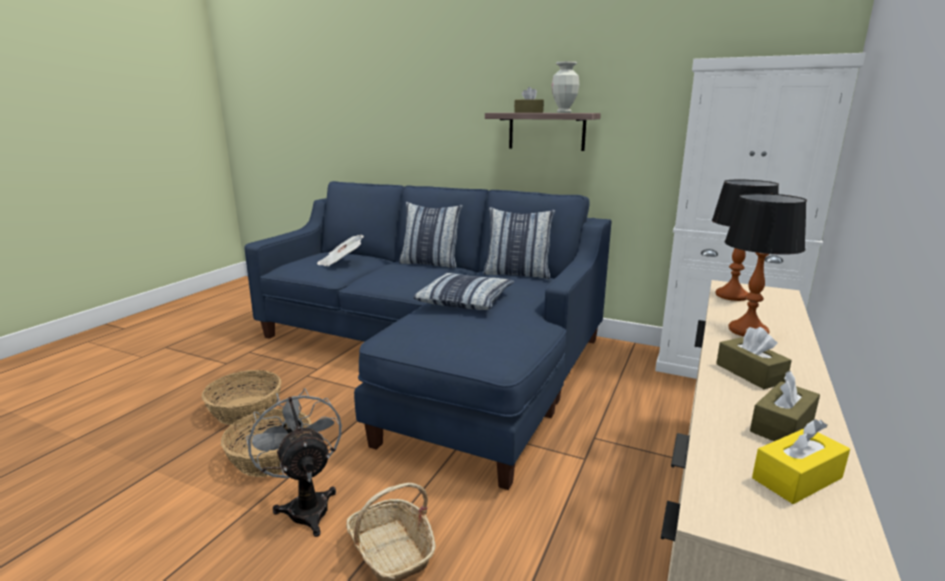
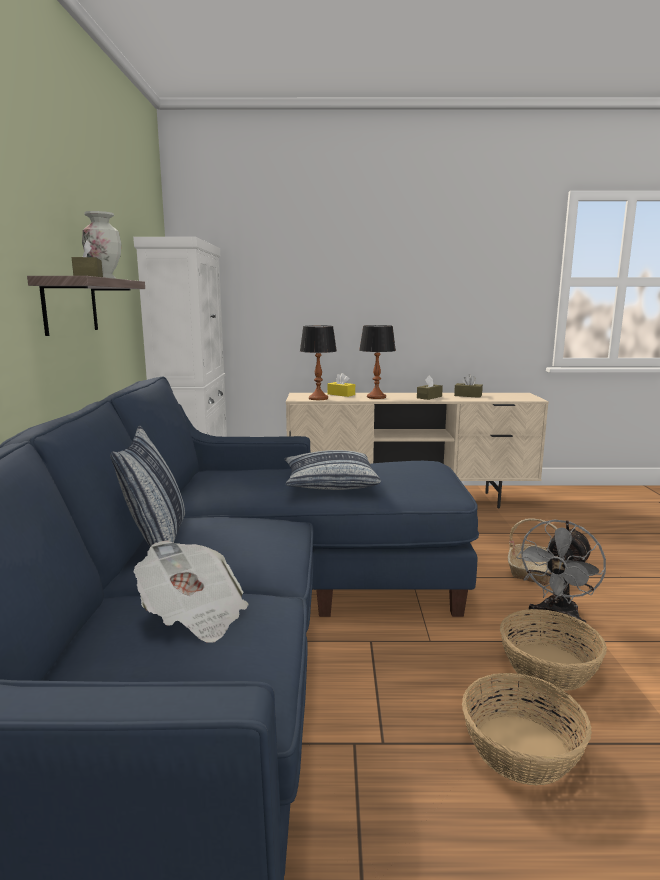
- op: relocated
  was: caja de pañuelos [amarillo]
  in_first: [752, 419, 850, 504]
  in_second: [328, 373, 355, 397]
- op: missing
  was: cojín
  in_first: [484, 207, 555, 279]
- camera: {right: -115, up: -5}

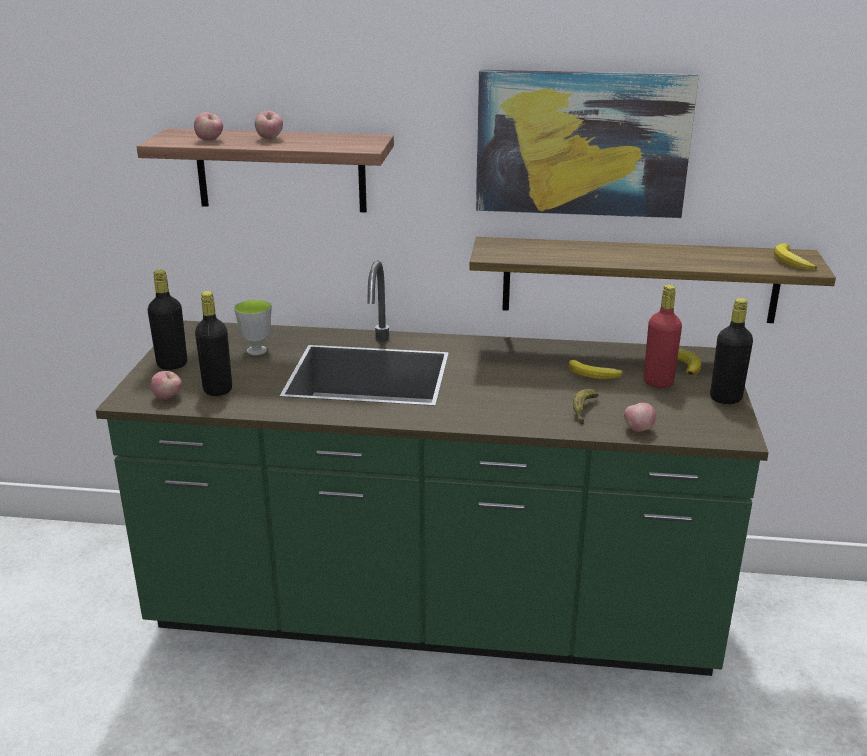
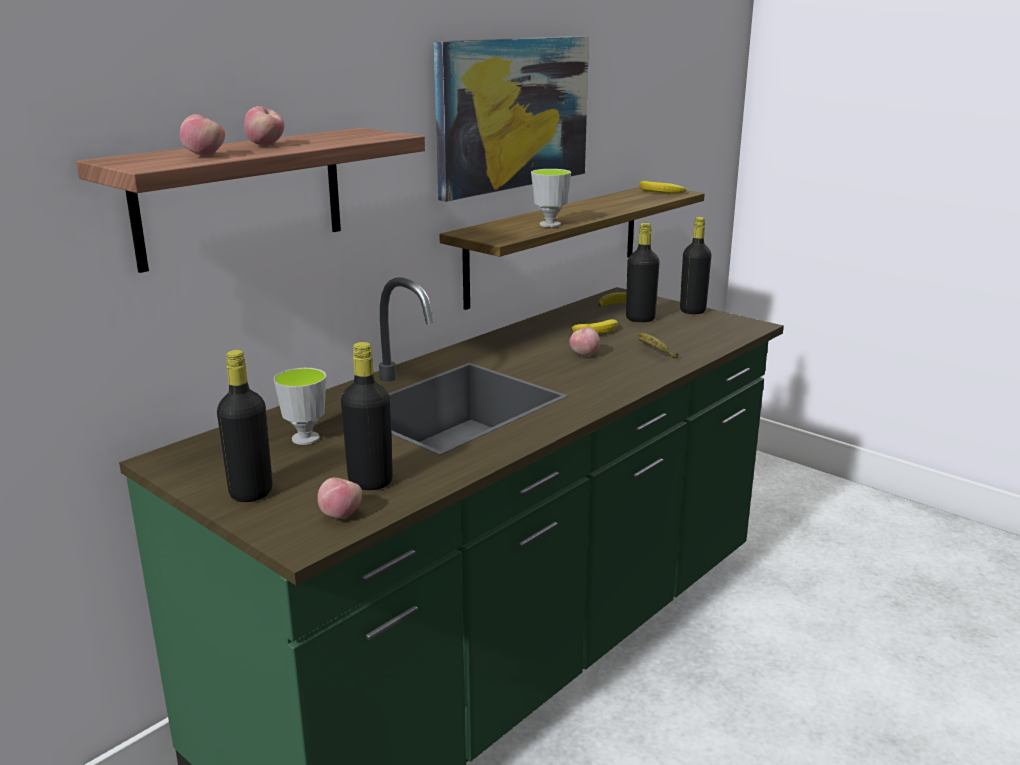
- op: appeared
  now: taza
  in_second: [531, 169, 571, 227]
- op: relocated
  was: manzana
  in_first: [624, 403, 656, 432]
  in_second: [569, 327, 600, 356]
- op: colour
  was: botella [rojo]
  now: botella [negro]
  in_first: [644, 285, 682, 388]
  in_second: [626, 223, 660, 322]
- camera: {right: -55, up: -5}

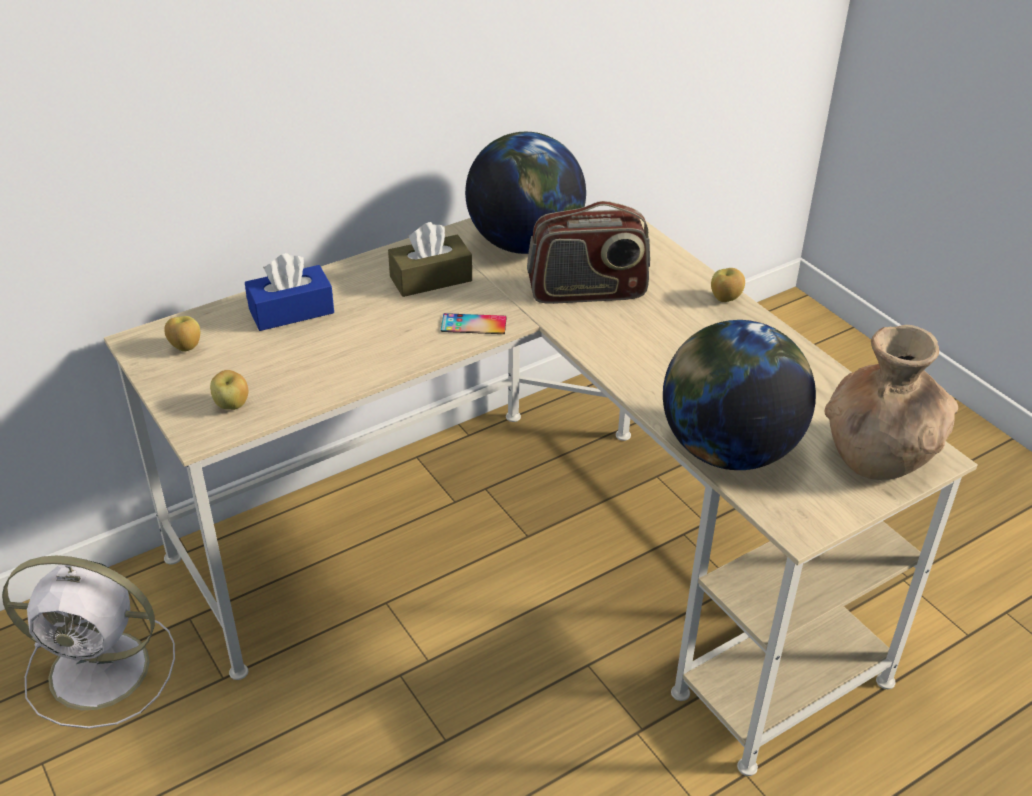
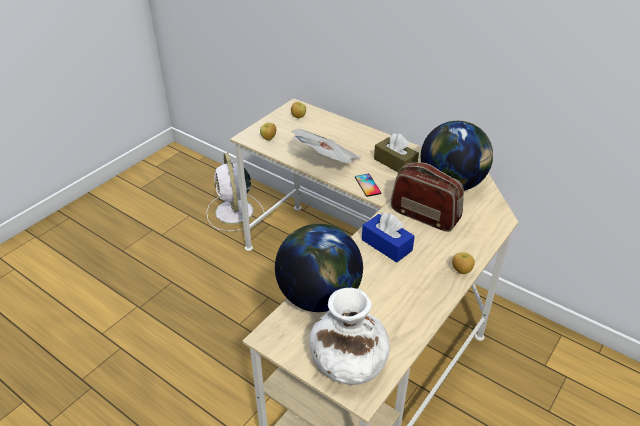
- op: appeared
  now: periódico
  in_second: [291, 129, 362, 163]
- op: colour
  was: florero [marrón]
  now: florero [blanco]
  in_first: [825, 325, 958, 480]
  in_second: [309, 288, 390, 385]
- op: relocated
  was: caja de pañuelos [azul]
  in_first: [245, 253, 334, 331]
  in_second: [362, 212, 415, 263]
- op: spun
  was: radio
  in_first: [527, 201, 650, 304]
  in_second: [391, 162, 464, 232]
  clockwise: 150
- camera: {right: 70, up: 0}

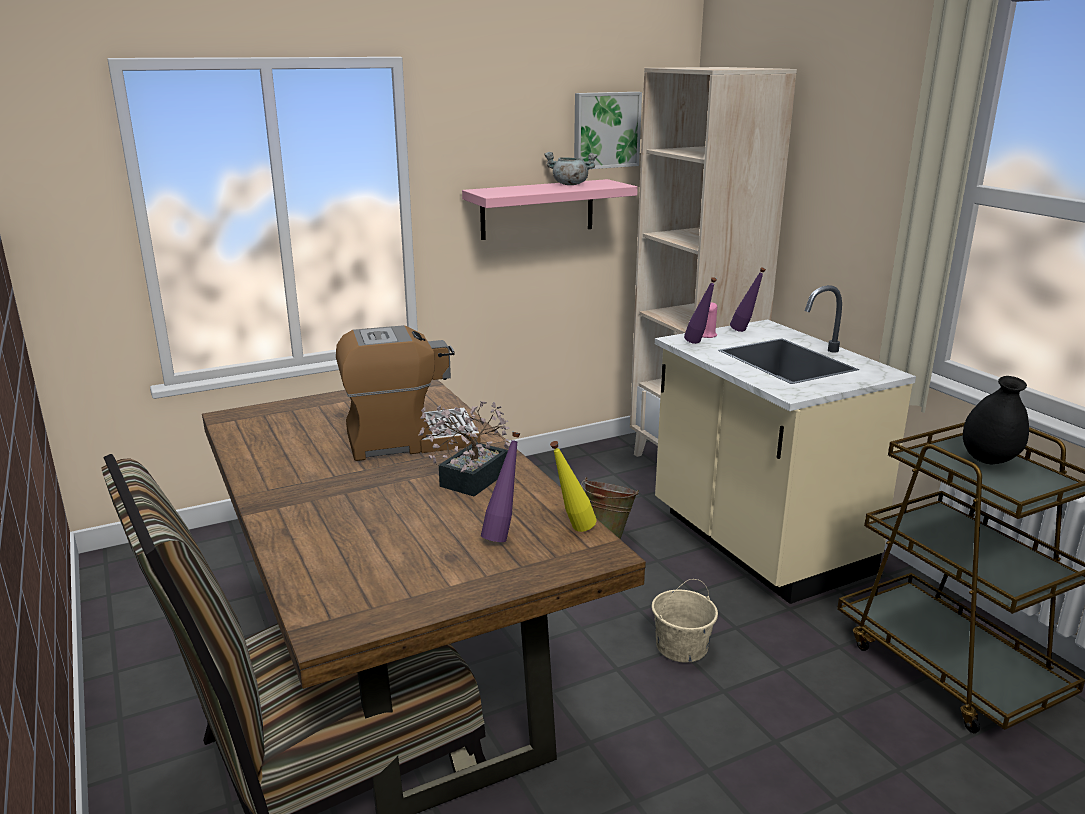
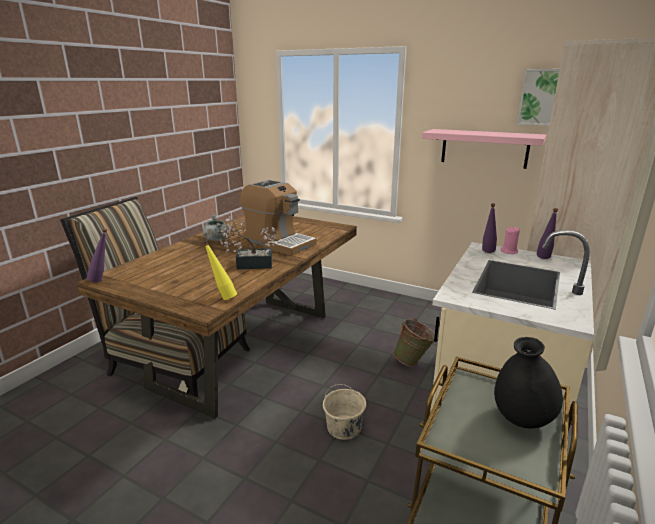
- op: relocated
  was: botella [morado]
  in_first: [481, 432, 520, 542]
  in_second: [87, 229, 107, 282]
- op: relocated
  was: olla [gris]
  in_first: [544, 152, 597, 185]
  in_second: [203, 215, 229, 241]
- camera: {right: 55, up: 0}

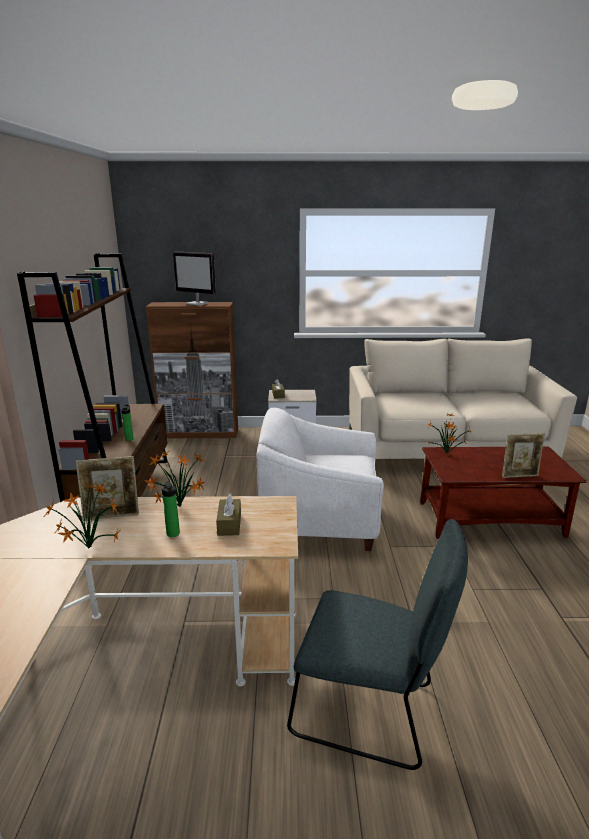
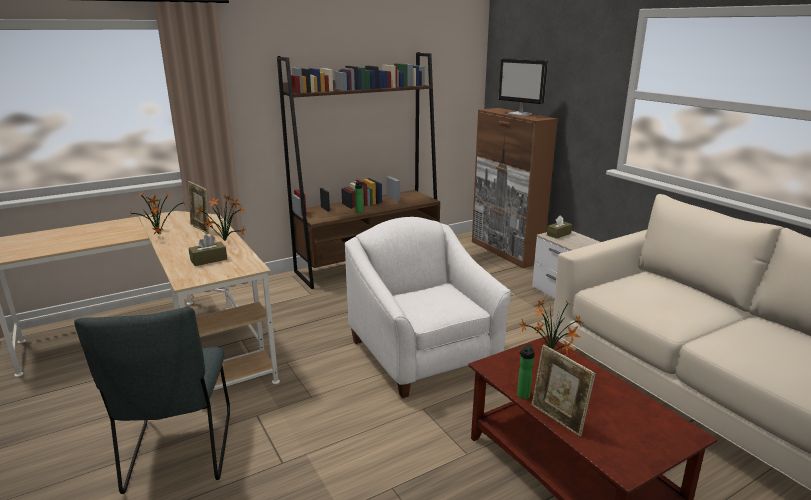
- op: spun
  was: monitor
  in_first: [173, 251, 216, 306]
  in_second: [498, 58, 548, 116]
  clockwise: -45
- op: relocated
  was: botella
  in_first: [162, 482, 180, 537]
  in_second: [517, 344, 535, 399]
- camera: {right: 60, up: 0}

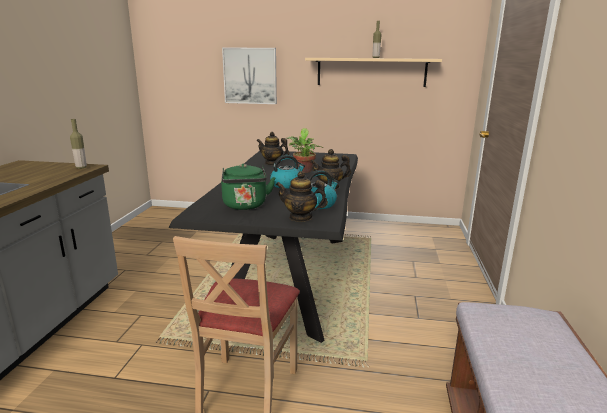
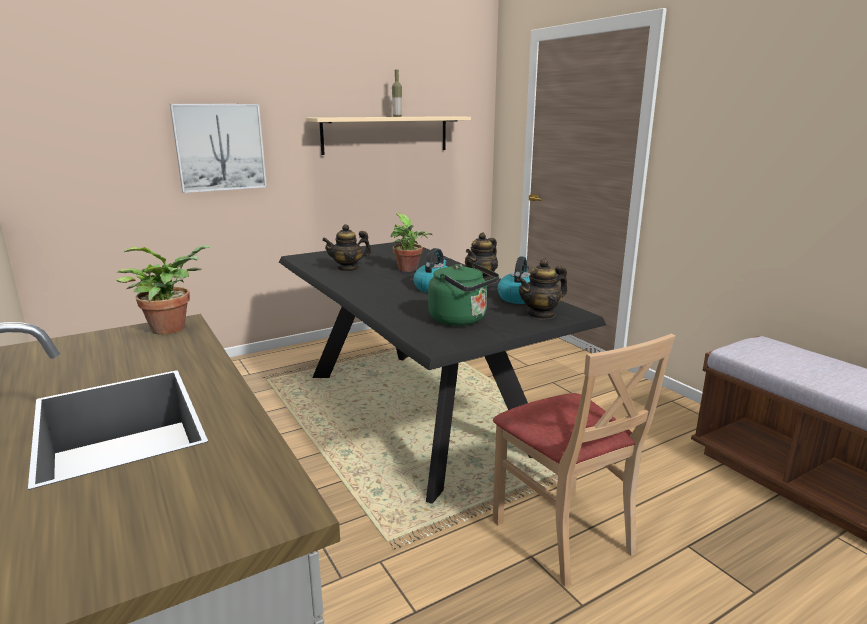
- op: exchanged
  was: botella
  now: planta en maceta
  in_first: [70, 119, 87, 169]
  in_second: [116, 245, 211, 335]
- camera: {right: -40, up: 0}

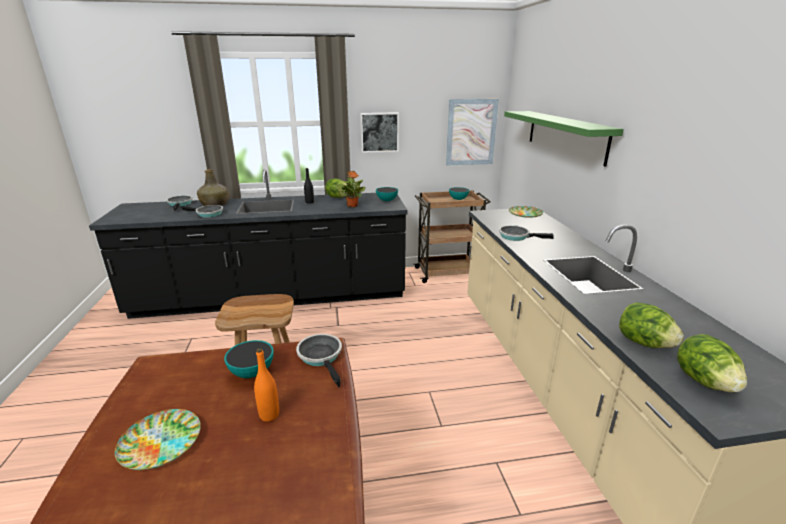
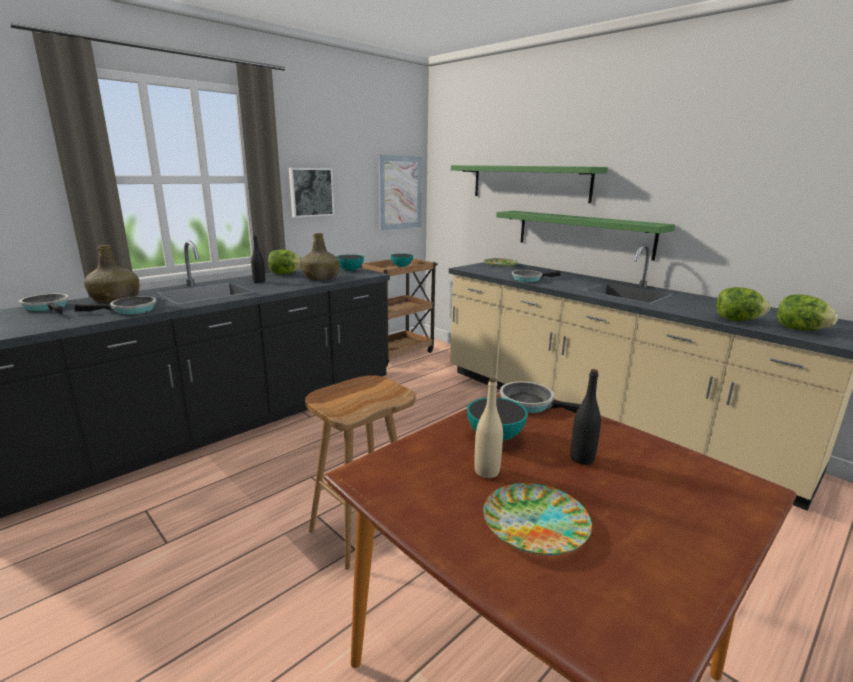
- op: exchanged
  was: planta en maceta
  now: botella [verde]
  in_first: [337, 171, 365, 207]
  in_second: [301, 233, 340, 280]
- op: appeared
  now: botella [beis]
  in_second: [474, 378, 503, 478]
- op: appeared
  now: estante [verde]
  in_second: [496, 211, 675, 261]
- op: colour
  was: botella [naranja]
  now: botella [negro]
  in_first: [254, 348, 279, 422]
  in_second: [570, 369, 601, 465]
- camera: {right: -35, up: -5}

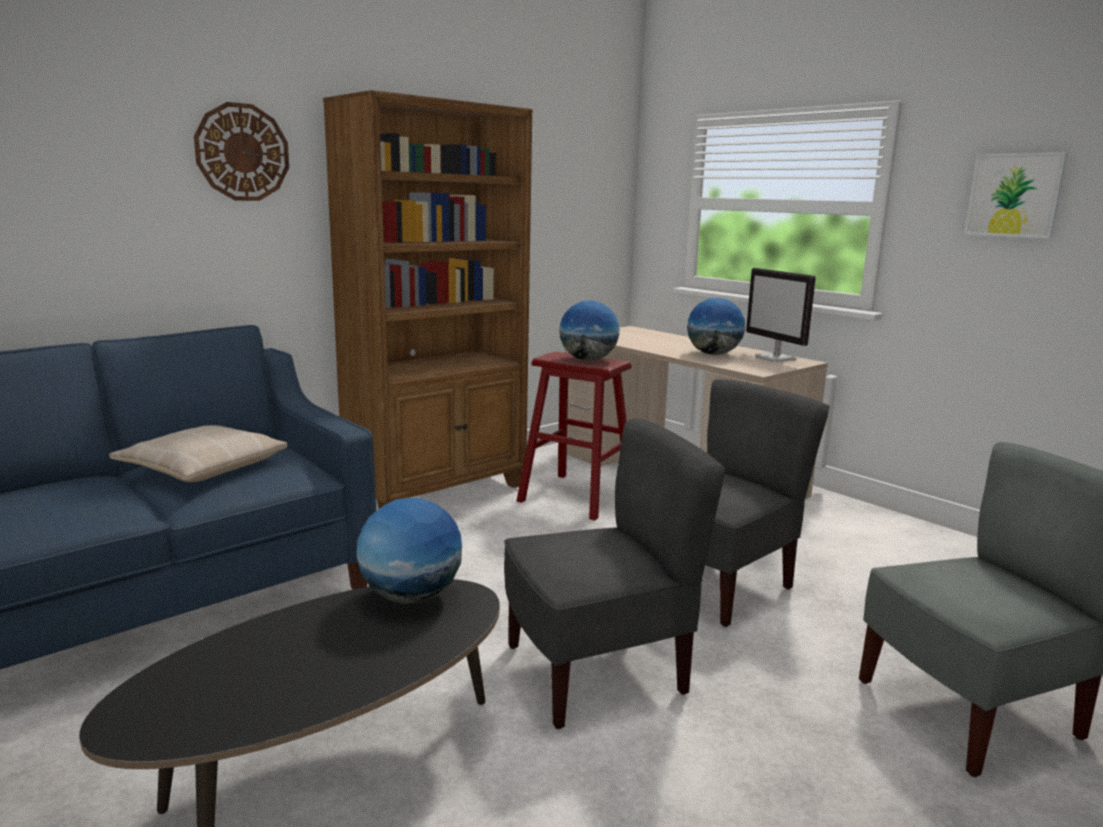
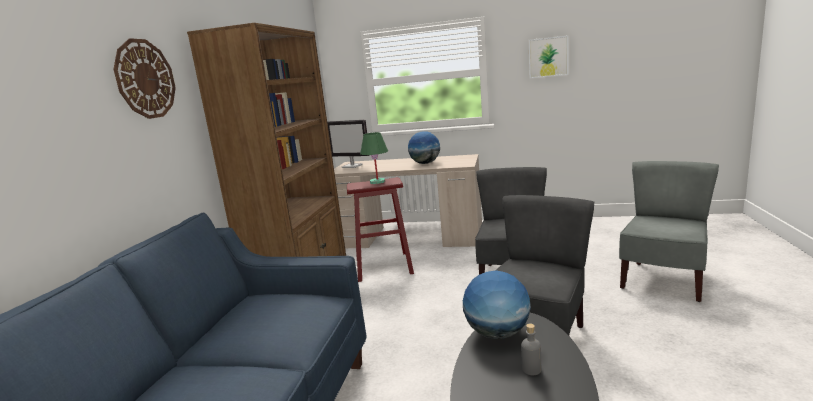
- op: relocated
  was: monitor
  in_first: [746, 268, 816, 362]
  in_second: [327, 120, 369, 168]
- op: exchanged
  was: globo terráqueo
  now: lámpara de mesa [verde]
  in_first: [559, 300, 620, 361]
  in_second: [360, 132, 388, 184]
- op: appeared
  now: botella [gris]
  in_second: [521, 324, 541, 375]
- op: missing
  was: cojín [beis]
  in_first: [109, 425, 287, 482]
- camera: {right: -35, up: 0}

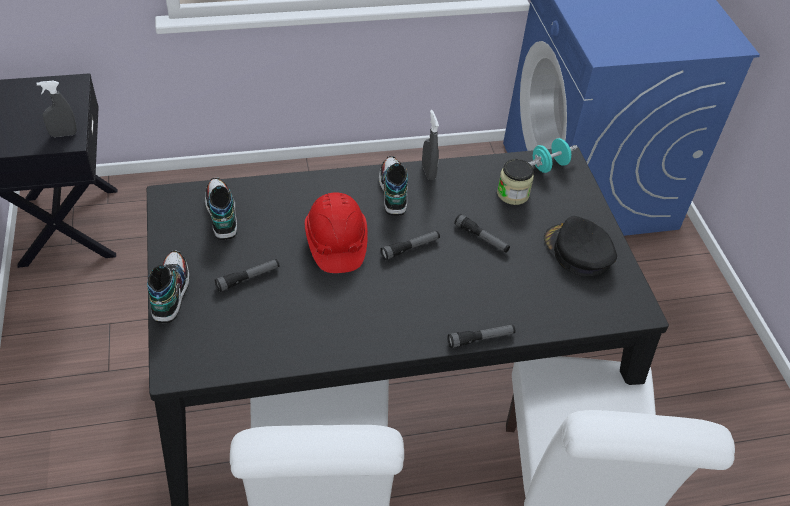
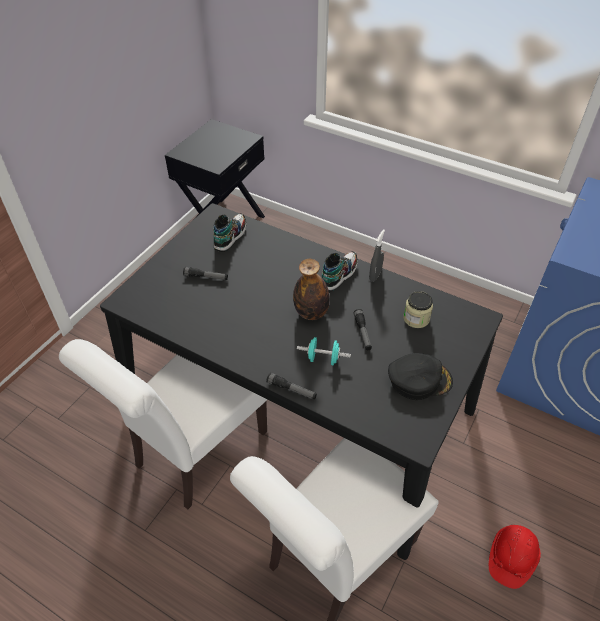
- op: exchanged
  was: linterna
  now: botella
  in_first: [380, 231, 440, 260]
  in_second: [293, 259, 330, 320]
- op: relocated
  was: mancuerna [turquesa]
  in_first: [528, 138, 578, 173]
  in_second: [297, 337, 351, 365]
- op: spun
  was: gorra [negro]
  in_first: [544, 216, 617, 276]
  in_second: [388, 353, 453, 400]
  clockwise: 75
- op: relocated
  was: casco [rojo]
  in_first: [305, 193, 368, 273]
  in_second: [489, 525, 541, 589]
- op: missing
  was: pulverizador [gris]
  in_first: [36, 81, 77, 137]
- op: missing
  was: zapato
  in_first: [147, 250, 189, 323]
- camera: {right: 45, up: 0}

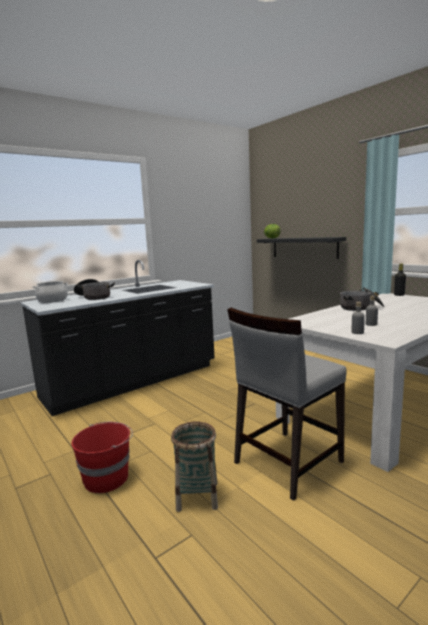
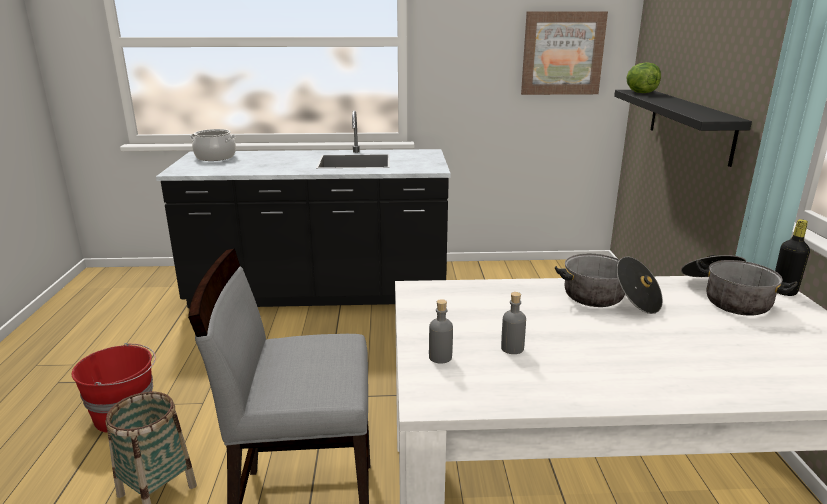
- op: appeared
  now: cuadro
  in_second: [521, 11, 608, 95]
- op: relocated
  was: olla
  in_first: [74, 279, 115, 300]
  in_second: [681, 255, 798, 316]
- camera: {right: 35, up: 10}

